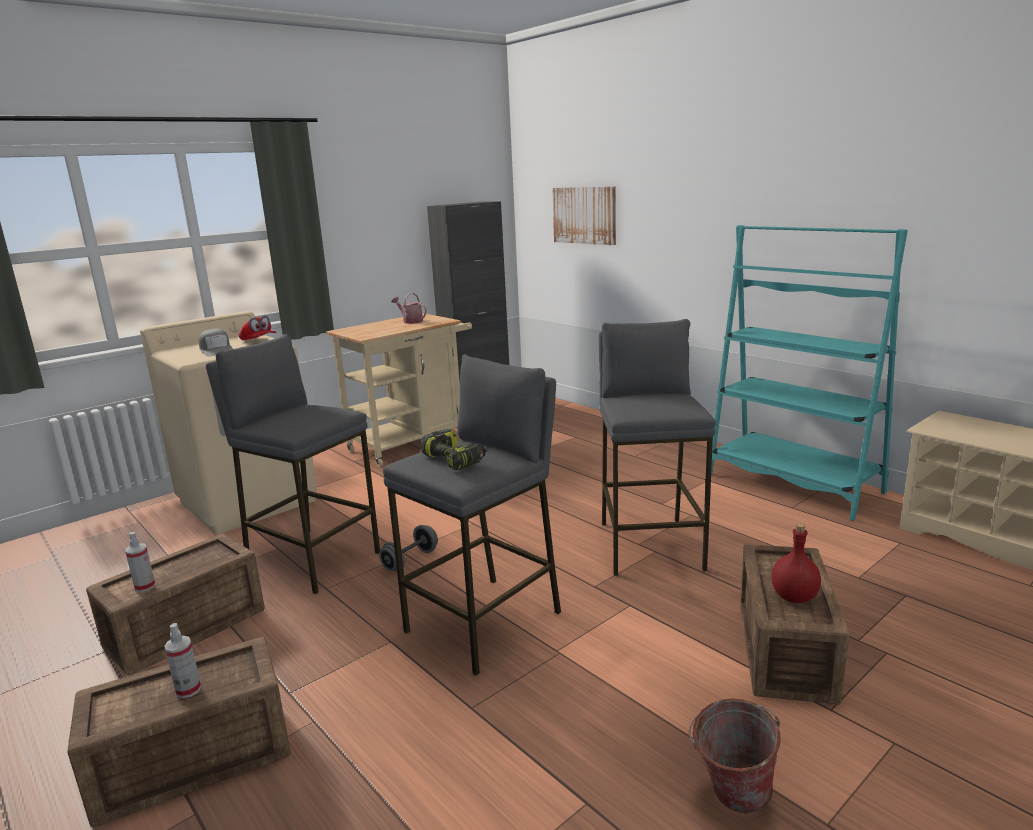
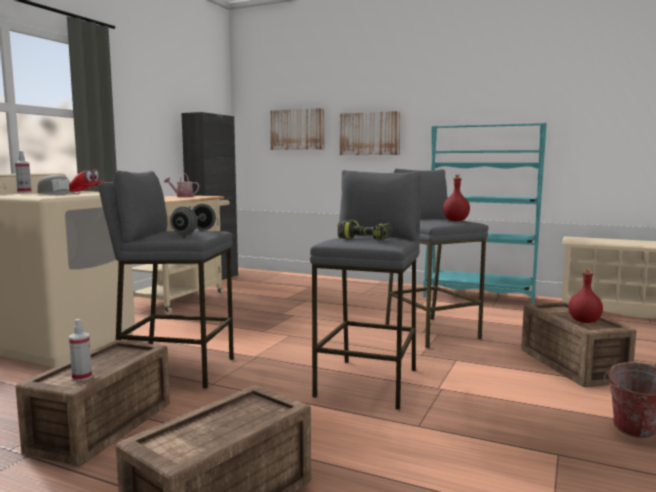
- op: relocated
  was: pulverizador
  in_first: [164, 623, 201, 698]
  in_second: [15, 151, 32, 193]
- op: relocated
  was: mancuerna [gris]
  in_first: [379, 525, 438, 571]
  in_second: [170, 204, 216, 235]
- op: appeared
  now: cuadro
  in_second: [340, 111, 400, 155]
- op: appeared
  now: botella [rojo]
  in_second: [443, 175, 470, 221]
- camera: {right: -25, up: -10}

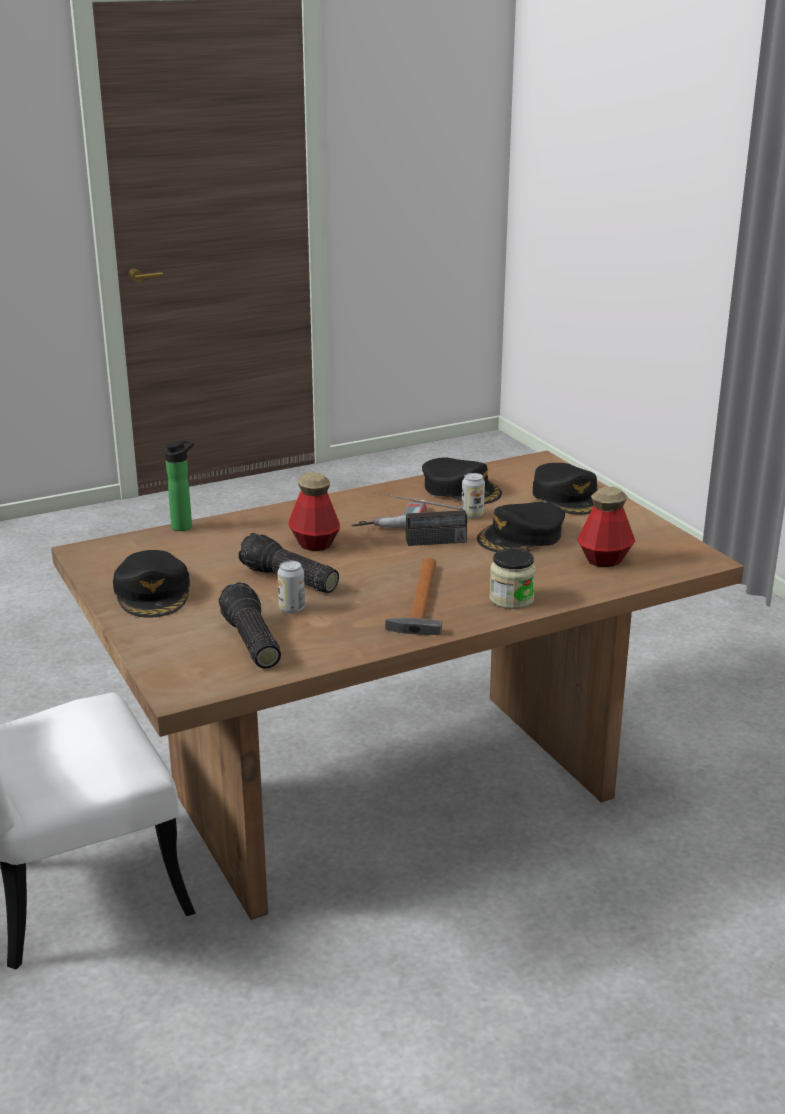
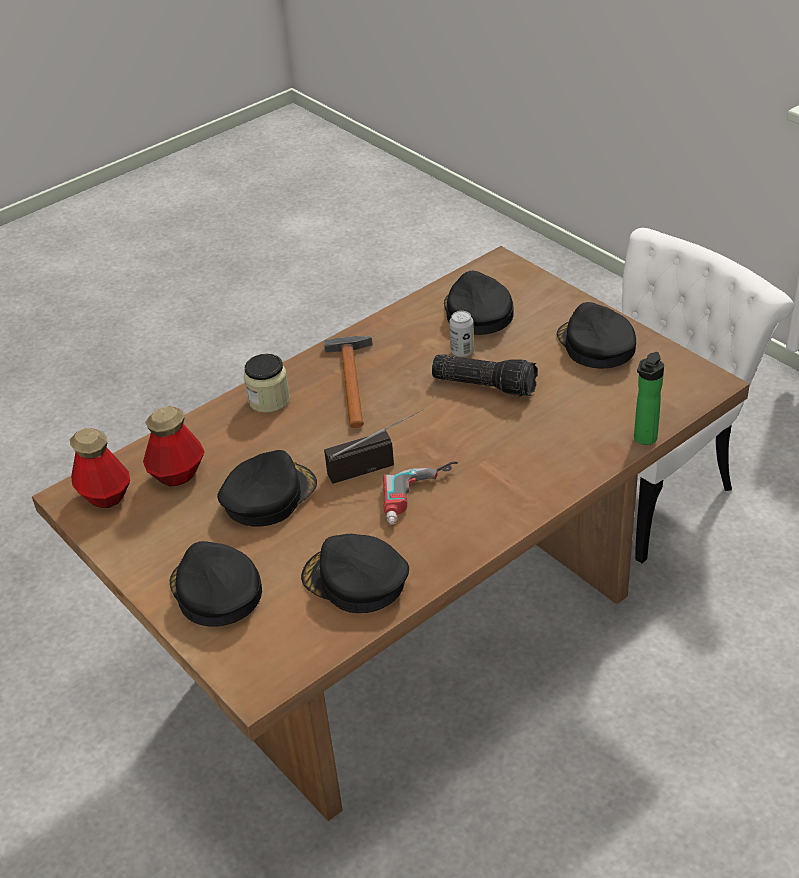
- op: relocated
  was: botella
  in_first: [288, 472, 340, 551]
  in_second: [70, 428, 130, 508]
- op: exchanged
  was: linterna
  now: gorra [negro]
  in_first: [219, 582, 281, 669]
  in_second: [444, 271, 514, 335]
- op: missing
  was: lata
  in_first: [461, 473, 485, 518]
- camera: {right: 170, up: 15}

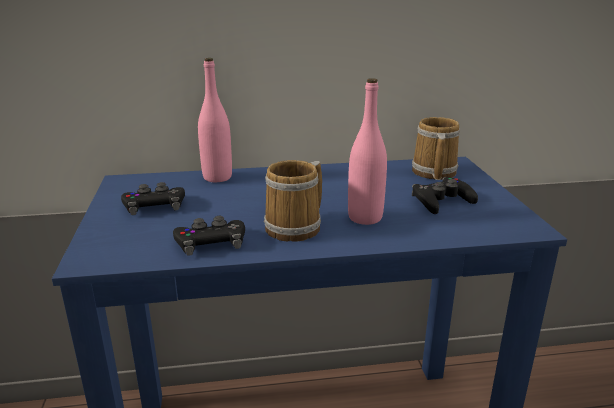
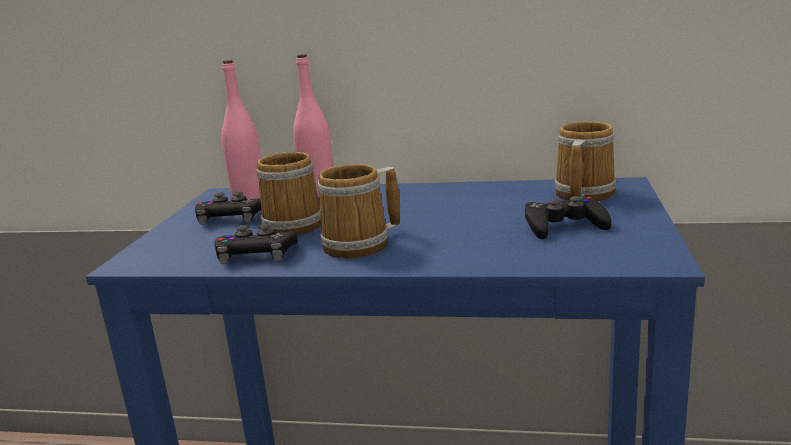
- op: relocated
  was: botella [rosa]
  in_first: [348, 78, 387, 225]
  in_second: [222, 60, 262, 199]
- op: appeared
  now: taza grande
  in_second: [256, 152, 321, 235]
- camera: {right: 20, up: -5}

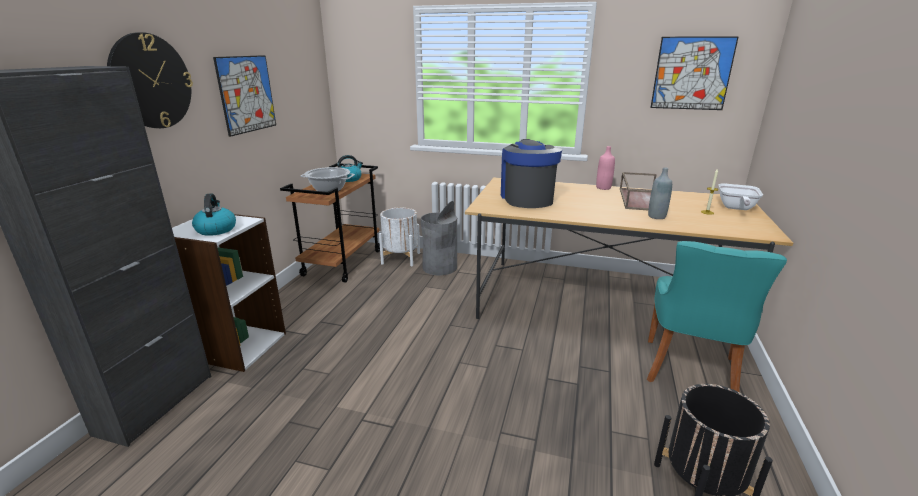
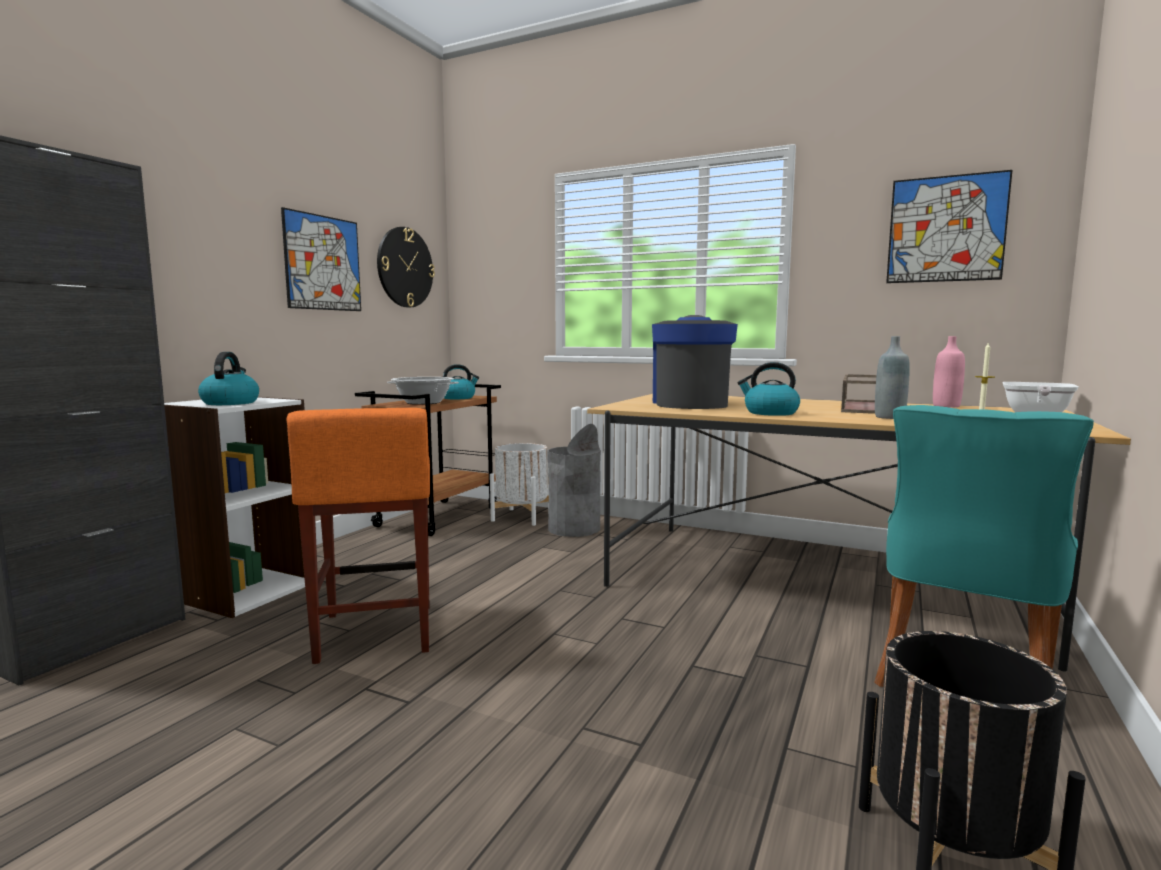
- op: appeared
  now: taburete [naranja]
  in_second: [287, 408, 430, 664]
- op: relocated
  was: reloj de pared
  in_first: [107, 32, 193, 128]
  in_second: [377, 227, 435, 307]
- op: appeared
  now: hervidor
  in_second: [738, 362, 800, 416]
- op: relocated
  was: botella [rosa]
  in_first: [596, 146, 615, 190]
  in_second: [933, 336, 965, 407]
- camera: {right: 10, up: -15}

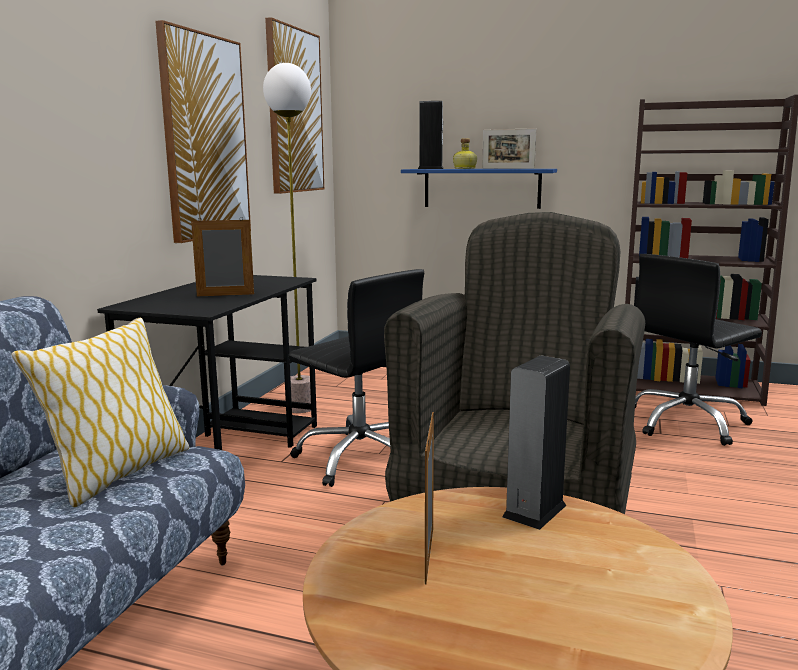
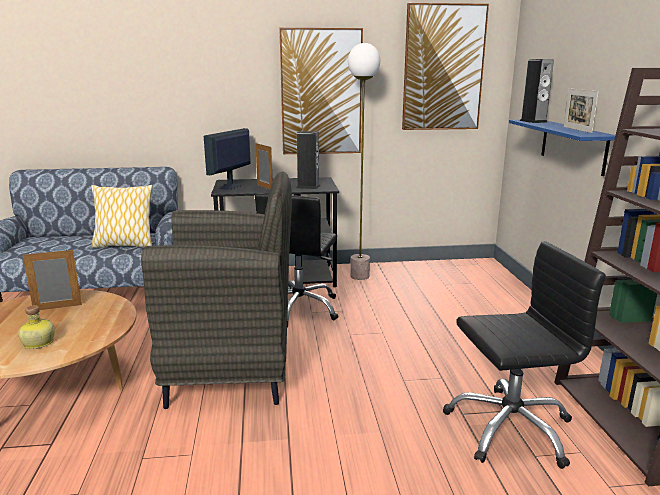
- op: relocated
  was: botella
  in_first: [453, 138, 477, 169]
  in_second: [18, 305, 55, 349]
- op: appeared
  now: monitor
  in_second: [204, 128, 251, 190]
- op: relocated
  was: altavoz
  in_first: [502, 356, 570, 530]
  in_second: [296, 131, 320, 189]
- op: spun
  was: silla de oficina [negro]
  in_first: [635, 254, 762, 446]
  in_second: [443, 241, 606, 469]
  clockwise: 135
- camera: {right: 65, up: 5}

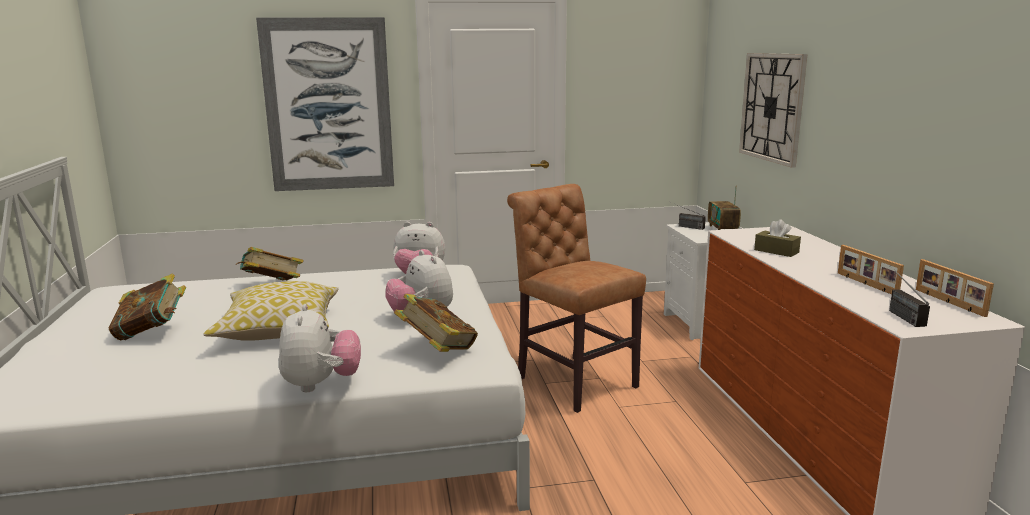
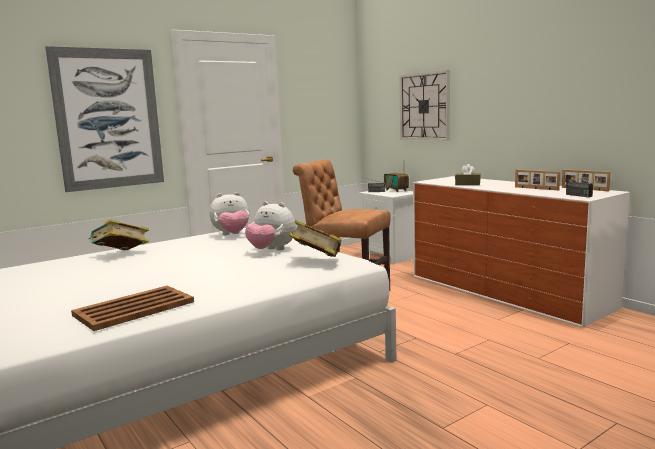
- op: appeared
  now: bandeja [marrón]
  in_second: [71, 286, 194, 331]
- op: missing
  was: libro
  in_first: [109, 273, 186, 340]
- op: missing
  was: cojín
  in_first: [203, 281, 338, 341]
- op: missing
  was: peluche
  in_first: [279, 304, 361, 392]
- camera: {right: -25, up: -5}

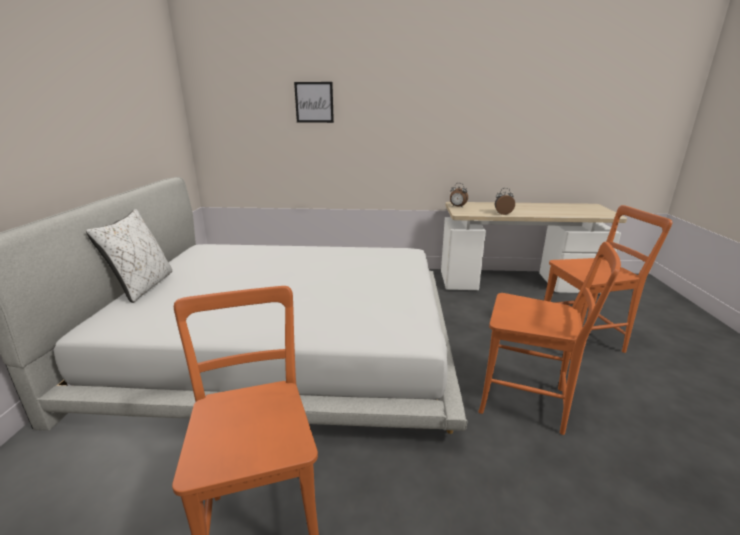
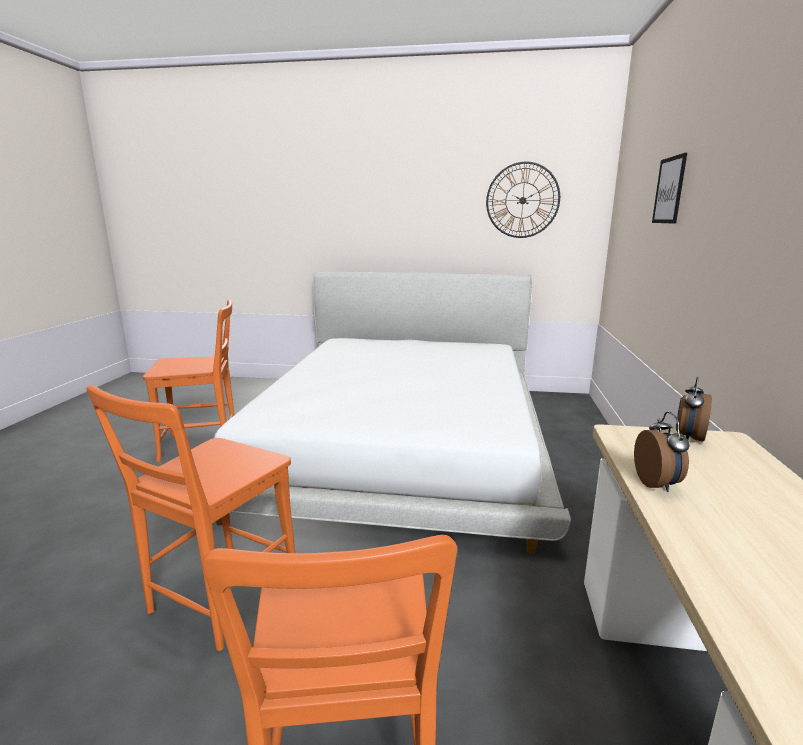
- op: appeared
  now: reloj de pared
  in_second: [486, 162, 560, 238]
- op: missing
  was: cojín [blanco]
  in_first: [86, 209, 172, 303]
- camera: {right: 95, up: -5}

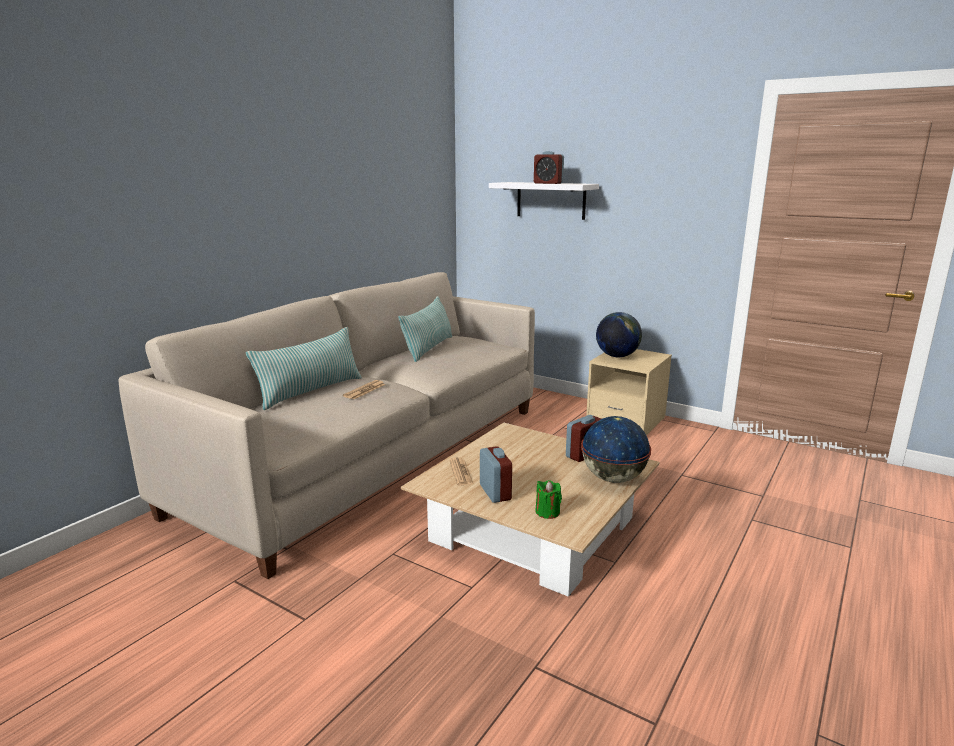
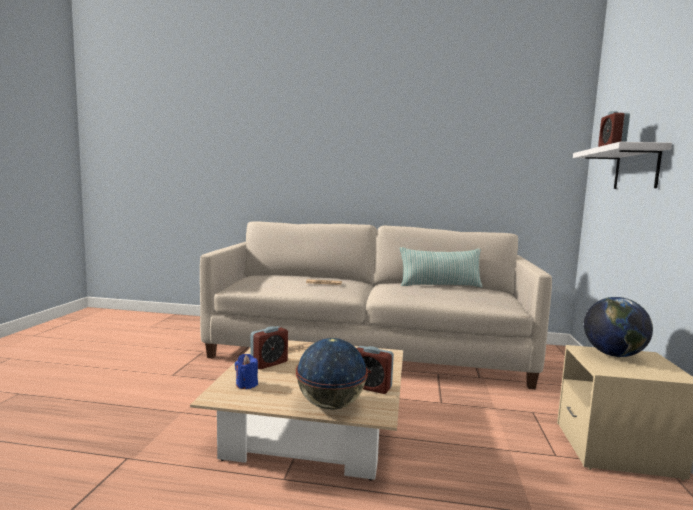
- op: colour
  was: vela [verde]
  now: vela [azul]
  in_first: [535, 480, 562, 519]
  in_second: [235, 354, 258, 389]
- op: missing
  was: cojín
  in_first: [246, 327, 362, 410]
- camera: {right: 65, up: -10}

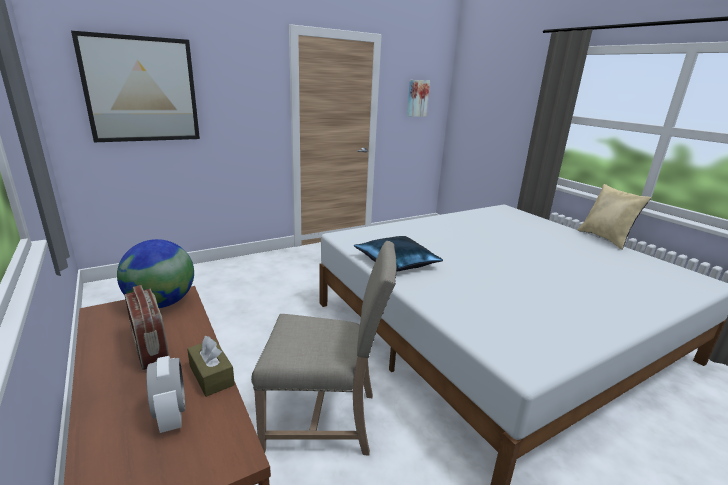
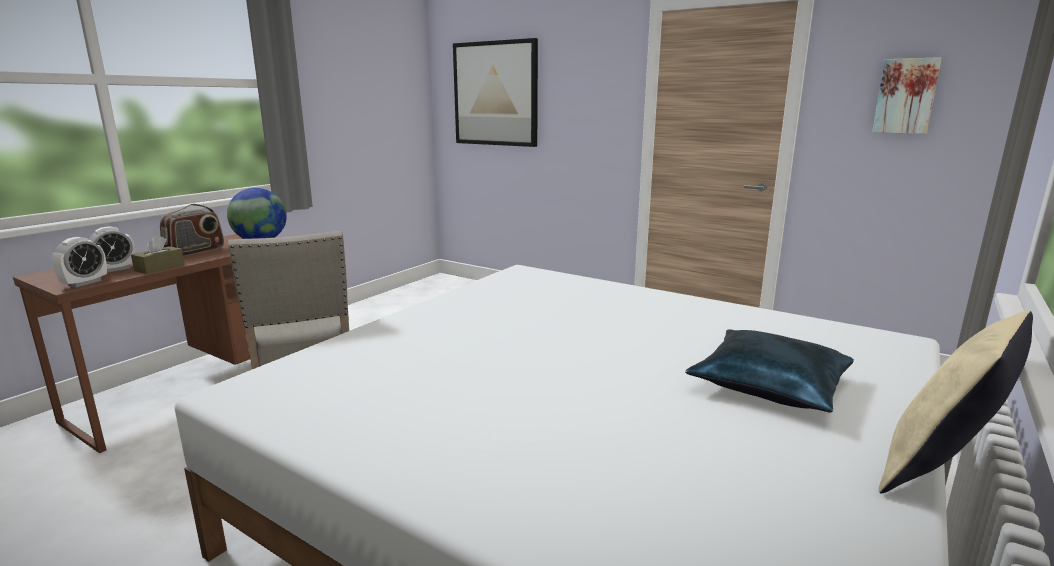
- op: appeared
  now: despertador
  in_second: [52, 237, 107, 288]
- op: relocated
  was: cojín [azul]
  in_first: [354, 236, 443, 272]
  in_second: [685, 329, 854, 412]
- camera: {right: 65, up: -5}

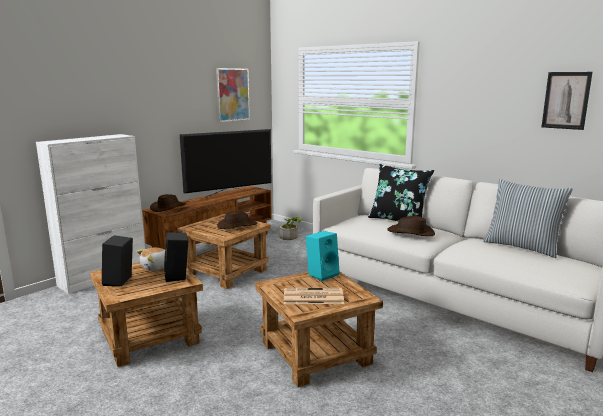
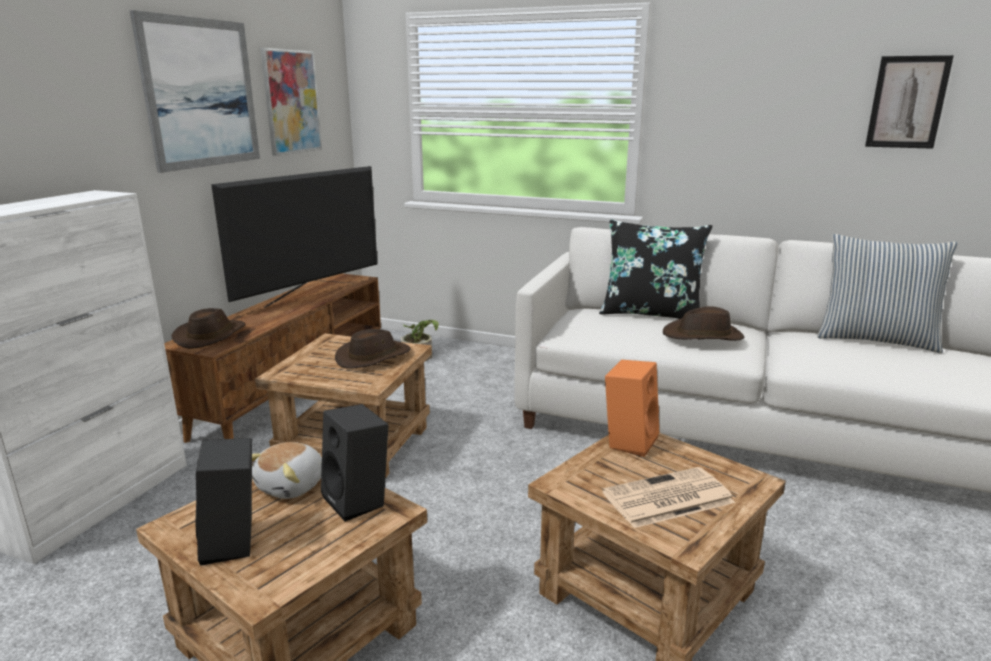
- op: appeared
  now: cuadro
  in_second: [130, 10, 260, 173]
- op: colour
  was: altavoz [turquesa]
  now: altavoz [naranja]
  in_first: [306, 231, 340, 281]
  in_second: [605, 360, 659, 457]
- camera: {right: -20, up: 5}

